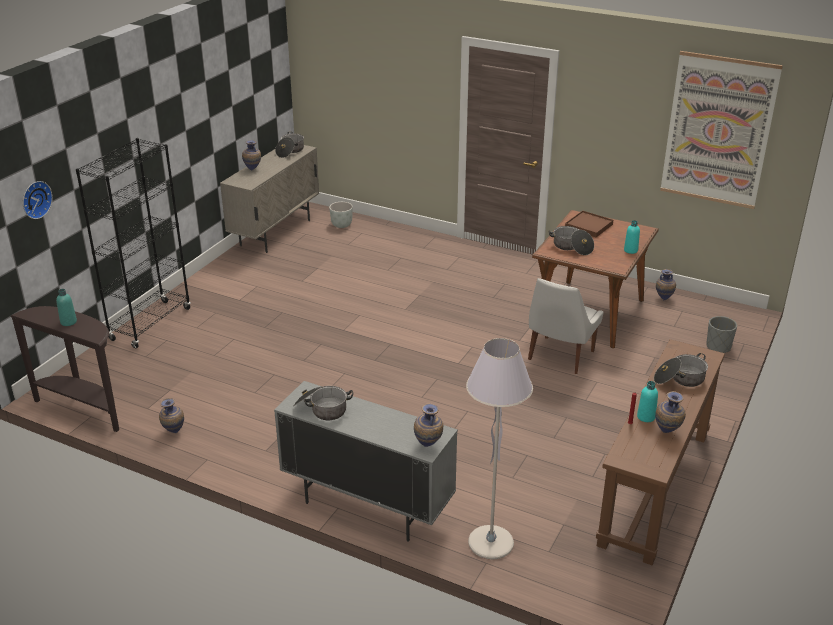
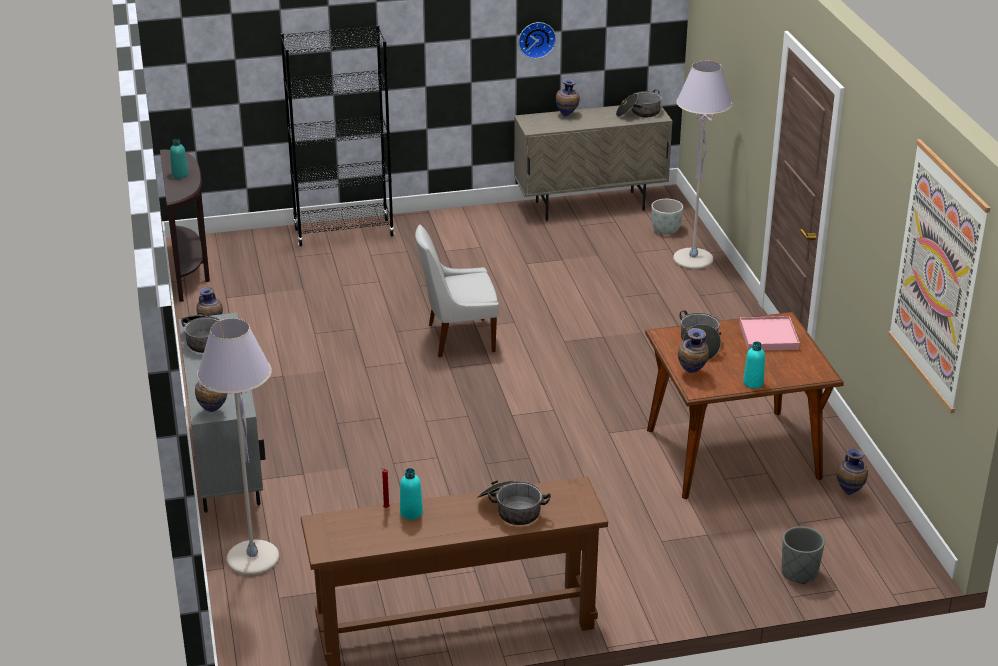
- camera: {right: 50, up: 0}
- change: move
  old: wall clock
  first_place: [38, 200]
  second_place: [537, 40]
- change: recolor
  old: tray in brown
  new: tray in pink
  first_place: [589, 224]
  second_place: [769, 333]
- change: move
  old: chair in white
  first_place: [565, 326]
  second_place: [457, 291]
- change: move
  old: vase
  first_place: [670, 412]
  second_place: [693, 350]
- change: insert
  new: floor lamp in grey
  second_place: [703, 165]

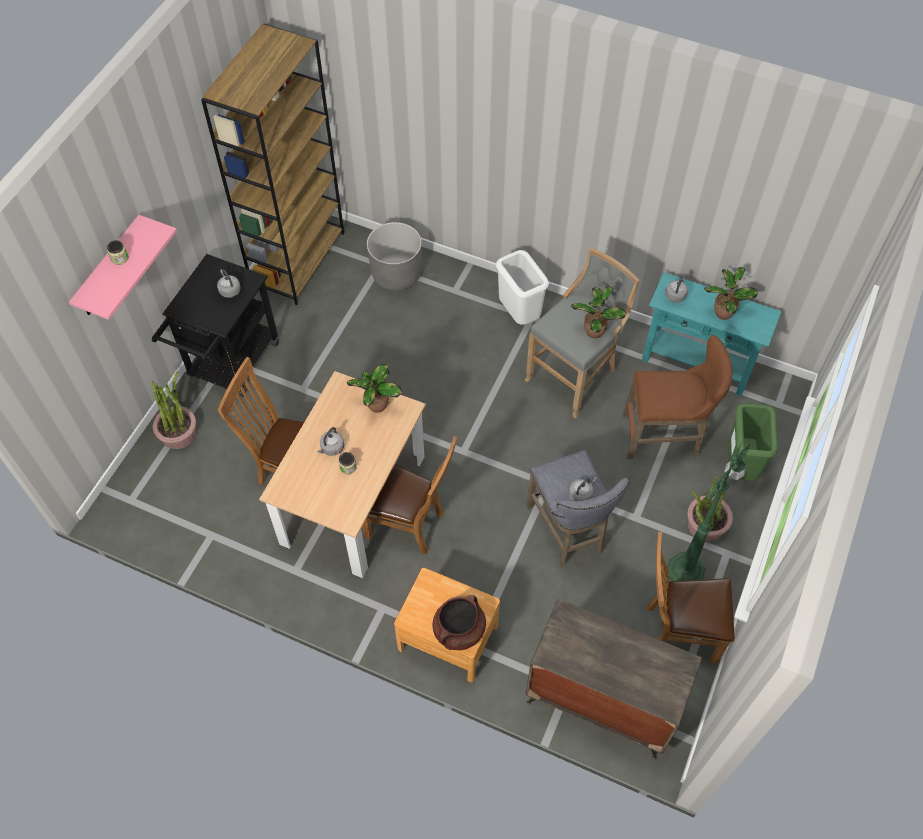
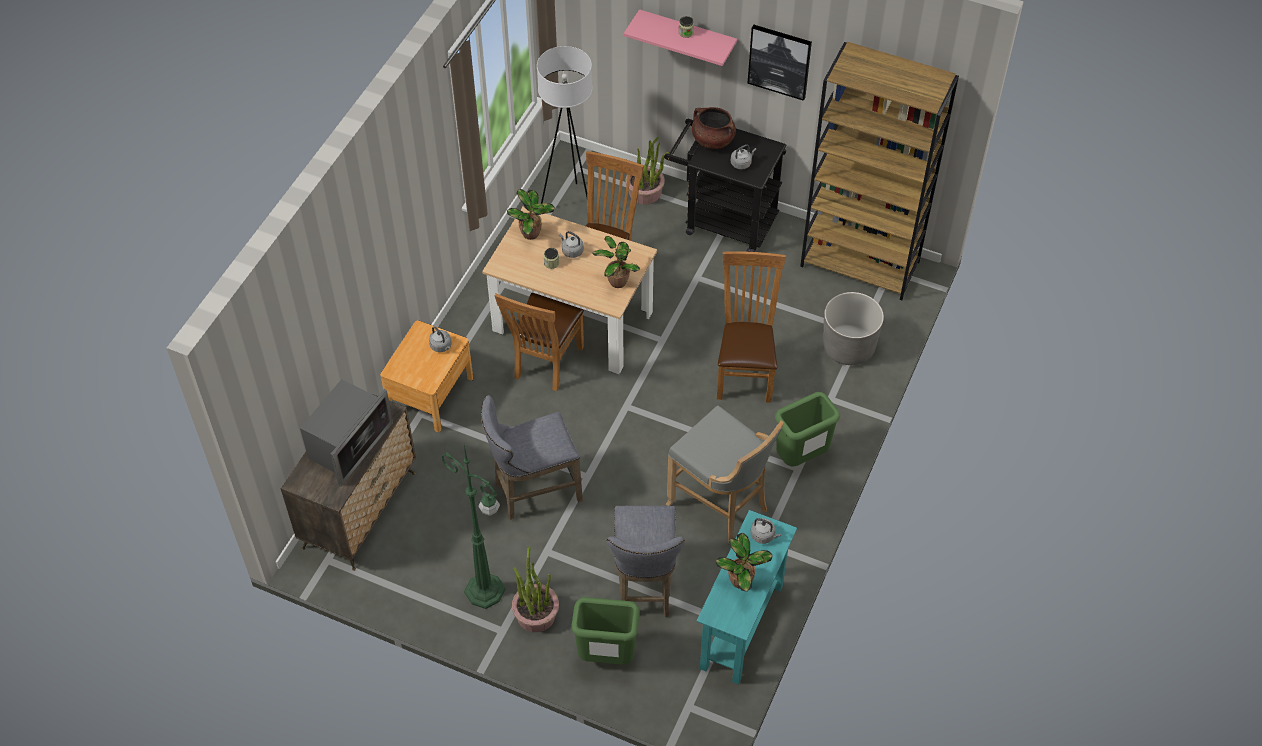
- camera: {right: 90, up: -5}
- change: recolor
  old: trash can in white
  new: trash can in green
  first_place: [522, 287]
  second_place: [807, 429]
- change: move
  old: potted plant
  first_place: [598, 312]
  second_place: [531, 214]
- change: recolor
  old: stool in brown
  new: stool in grey
  first_place: [678, 397]
  second_place: [646, 561]
- change: move
  old: kettle in grey
  first_place: [583, 489]
  second_place: [440, 339]
- change: move
  old: chair in brown
  first_place: [691, 597]
  second_place: [751, 327]
- change: move
  old: cooking pot in brown
  first_place: [459, 622]
  second_place: [714, 128]
- change: insert
  new: picture
  second_place: [779, 63]
- change: insert
  new: floor lamp in white
  second_place: [564, 125]
- change: insert
  new: microwave
  second_place: [346, 433]

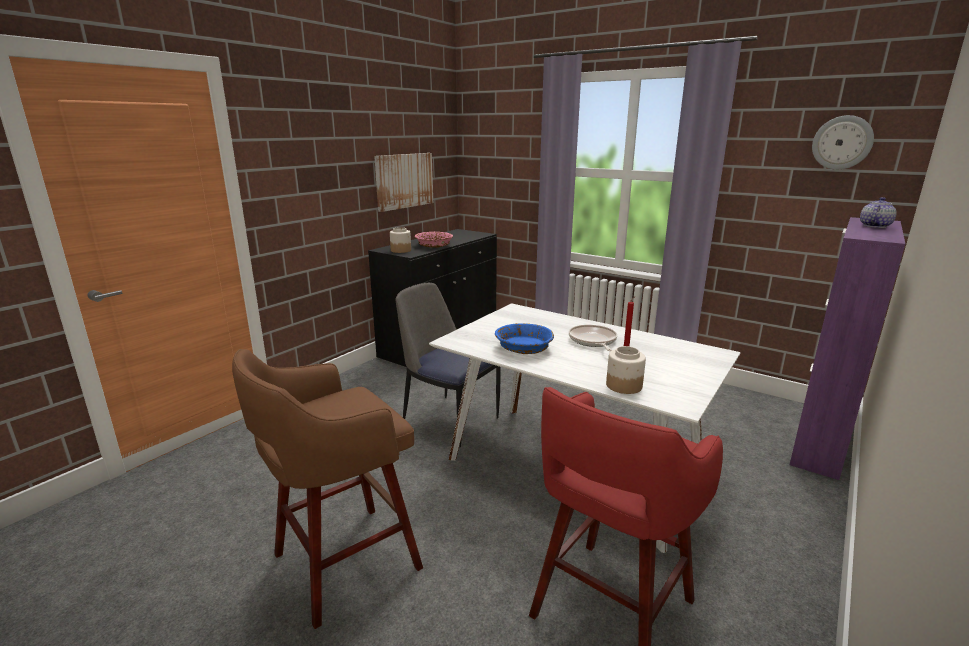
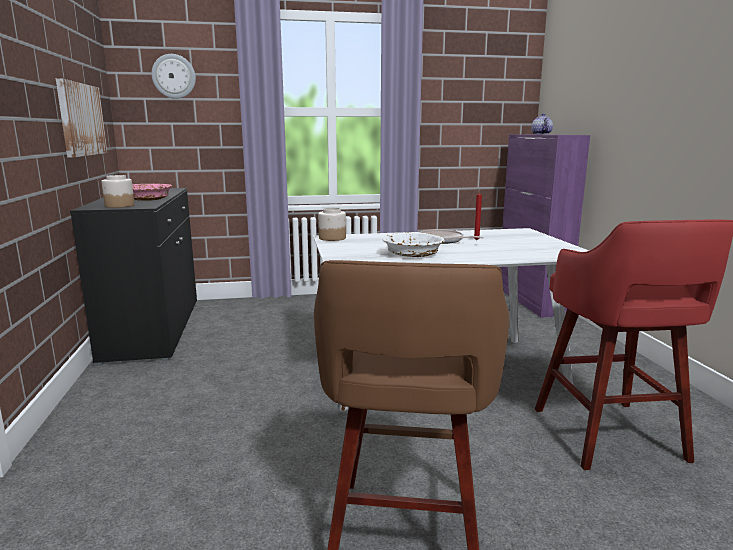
- camera: {right: -45, up: -5}
- change: move
  old: wall clock
  first_place: [843, 142]
  second_place: [173, 76]
- change: delete
  old: chair
  first_place: [448, 365]
- change: recolor
  old: bowl in blue
  new: bowl in white
  first_place: [524, 338]
  second_place: [413, 244]
- change: move
  old: jar
  first_place: [626, 370]
  second_place: [332, 224]

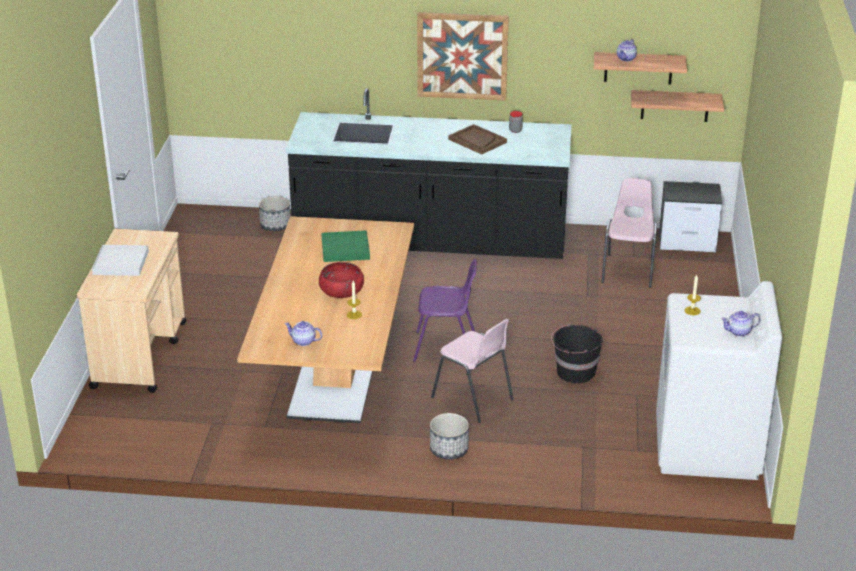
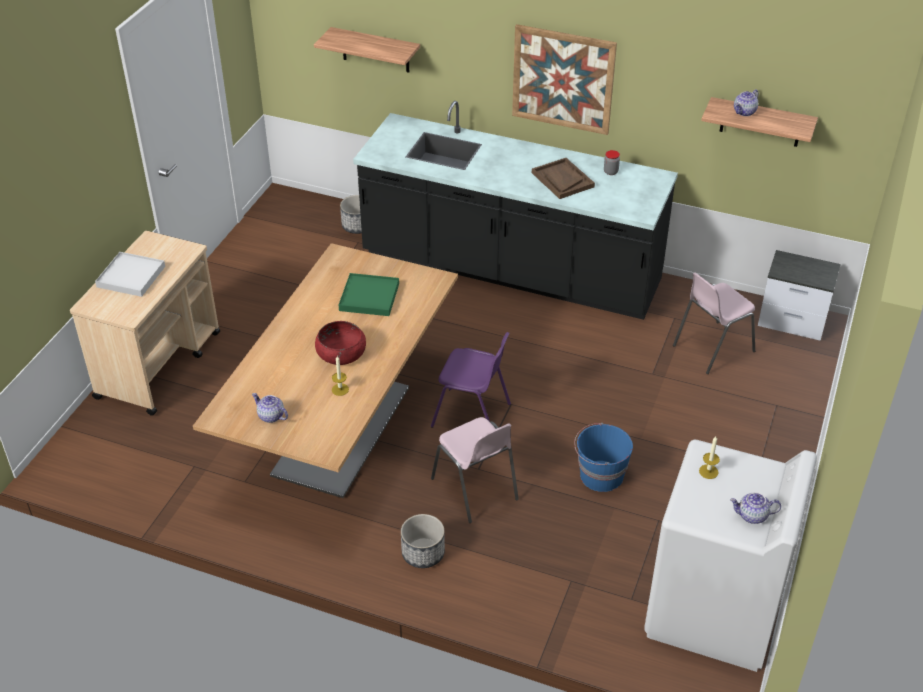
- camera: {right: 15, up: 10}
- change: move
  old: shelf
  first_place: [677, 106]
  second_place: [367, 50]
- change: rotate
  old: chair in pink
  first_place: [629, 233]
  second_place: [714, 323]
  degrees: -150
- change: recolor
  old: bucket in black
  new: bucket in blue
  first_place: [577, 353]
  second_place: [603, 457]

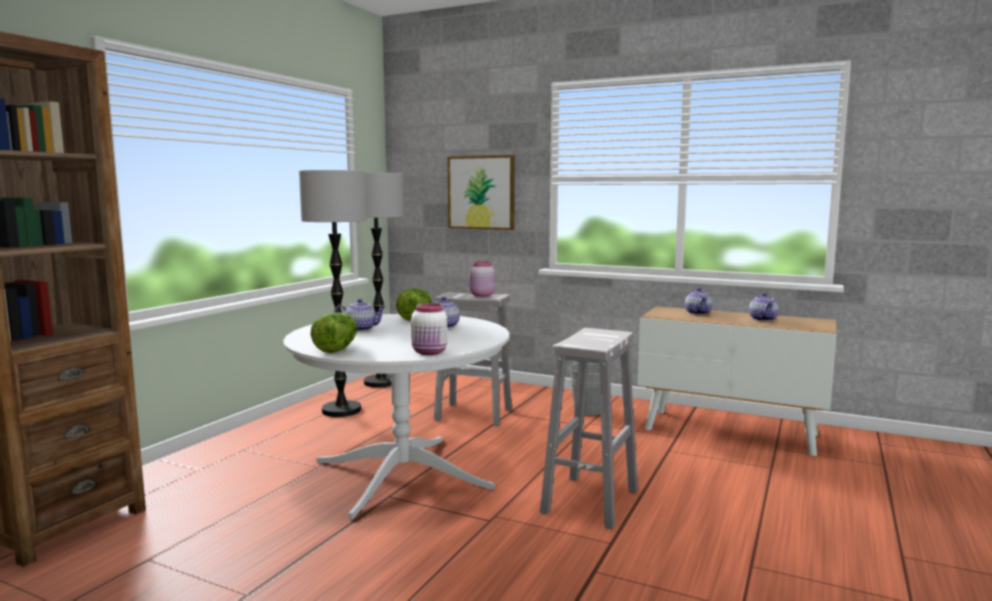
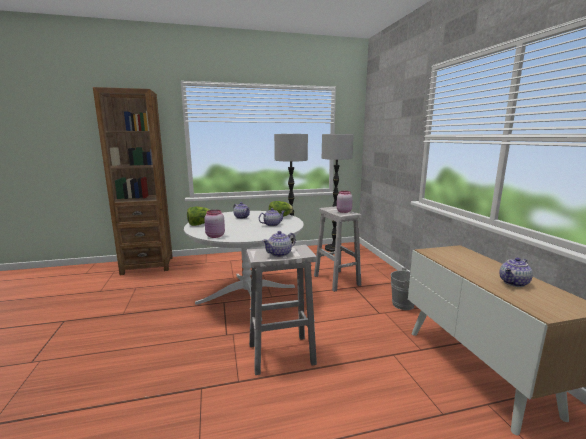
- camera: {right: 50, up: 5}
- change: delete
  old: picture
  first_place: [481, 192]
- change: move
  old: teapot
  first_place: [699, 301]
  second_place: [279, 244]
- change: recolor
  old: jar in white
  new: jar in pink
  first_place: [429, 329]
  second_place: [214, 224]

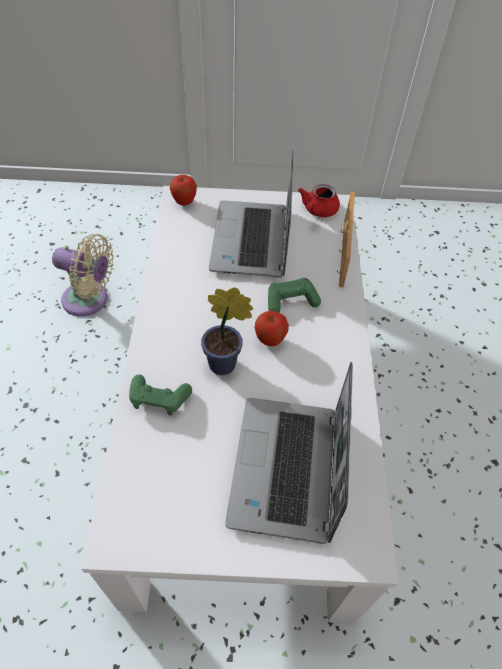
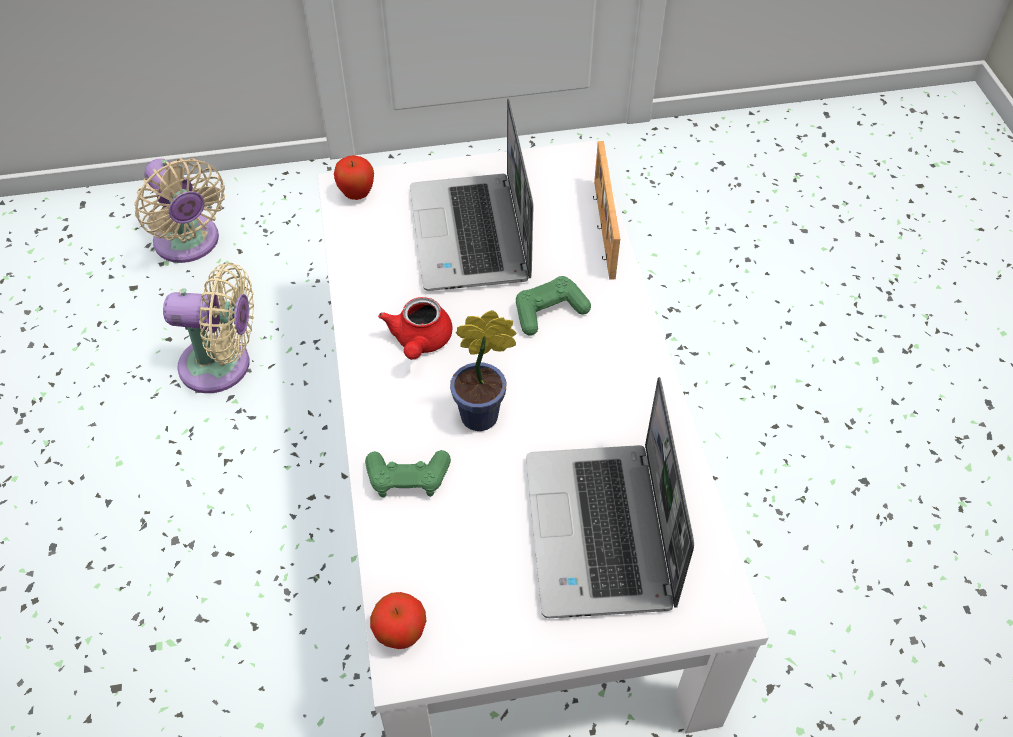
- camera: {right: -10, up: 0}
- change: move
  old: teapot in red
  first_place: [319, 200]
  second_place: [415, 328]
- change: move
  old: apple
  first_place: [271, 328]
  second_place: [398, 620]
- change: insert
  new: fan in beige
  second_place: [180, 210]

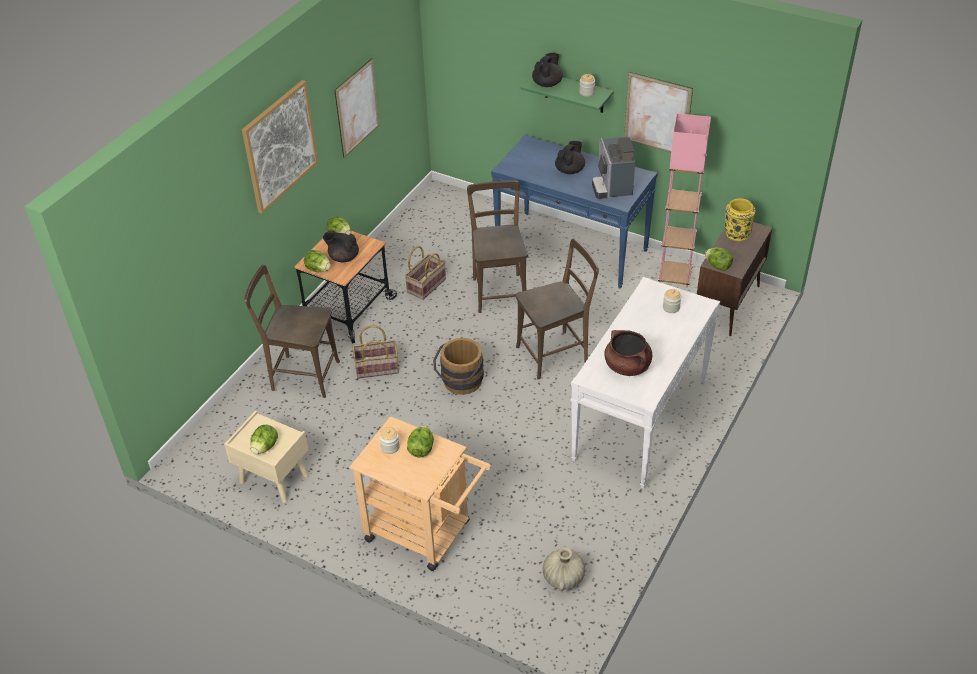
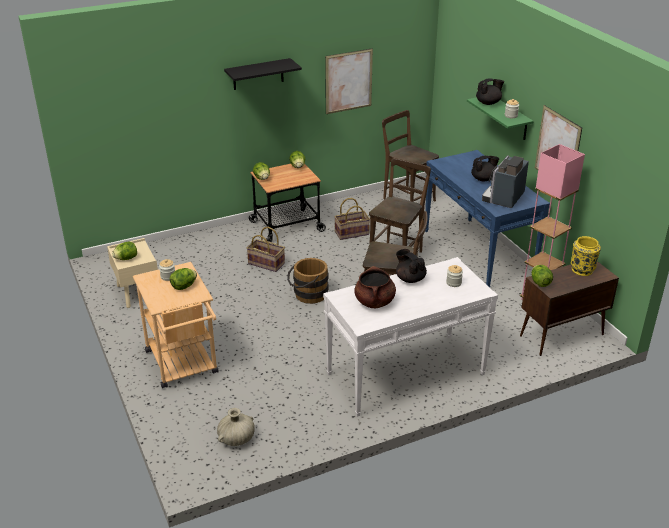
- camera: {right: 35, up: -10}
- change: replace
  old: picture
  new: shelf in black
  first_place: [280, 147]
  second_place: [263, 74]
- change: move
  old: teapot in black
  first_place: [341, 246]
  second_place: [411, 266]
- change: move
  old: chair in brown
  first_place: [292, 331]
  second_place: [410, 156]

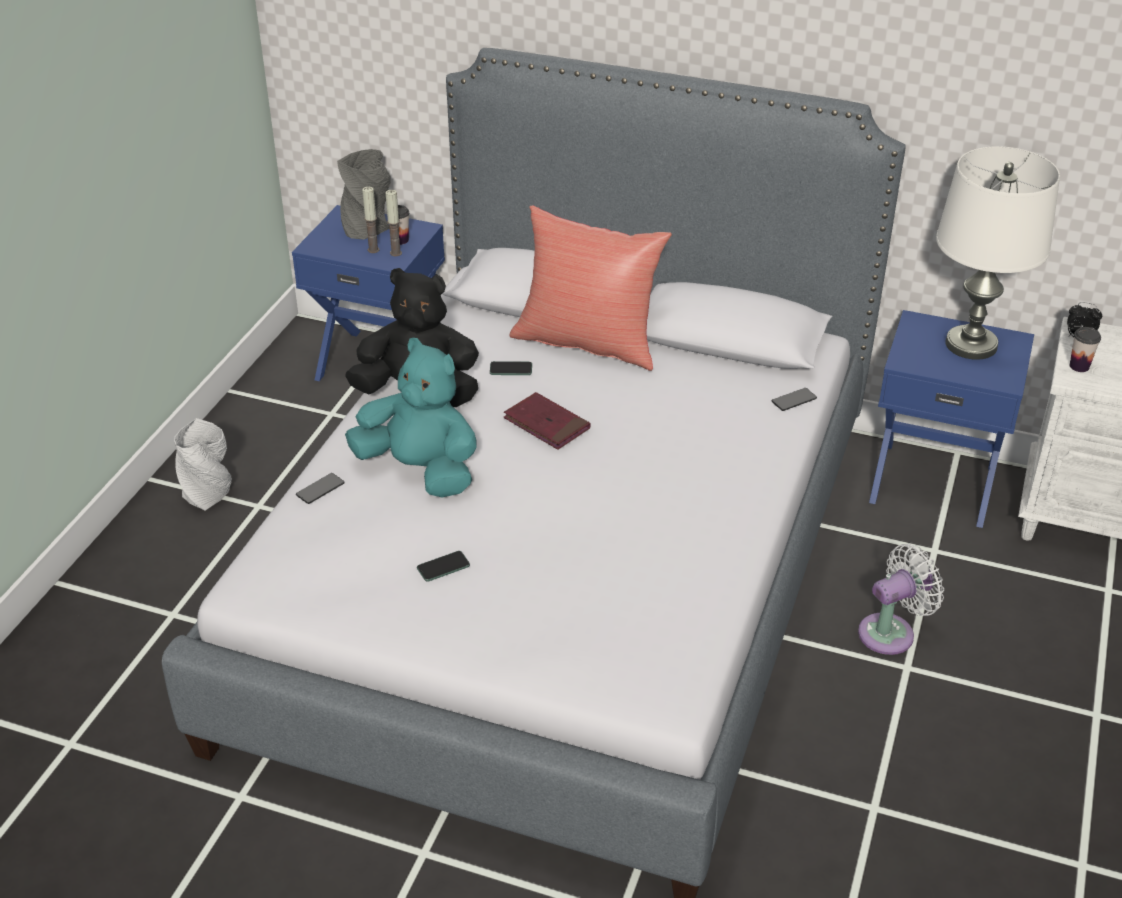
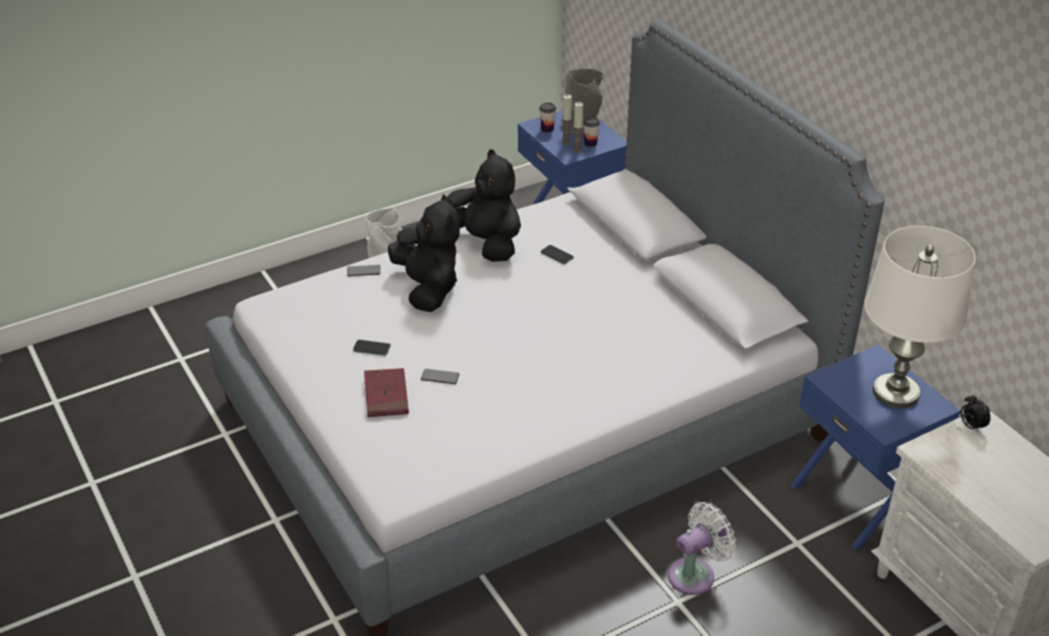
- camera: {right: 40, up: 0}
- change: delete
  old: pillow in red
  first_place: [590, 288]
- change: move
  old: cup
  first_place: [1085, 349]
  second_place: [547, 117]
- change: recolor
  old: plush toy in turquoise
  new: plush toy in black
  first_place: [411, 417]
  second_place: [424, 253]
- change: move
  old: phone
  first_place: [794, 399]
  second_place: [440, 376]
- change: move
  old: book in red
  first_place: [547, 421]
  second_place: [386, 392]
- change: rotate
  old: fan in white
  first_place: [901, 599]
  second_place: [702, 548]
  degrees: -45

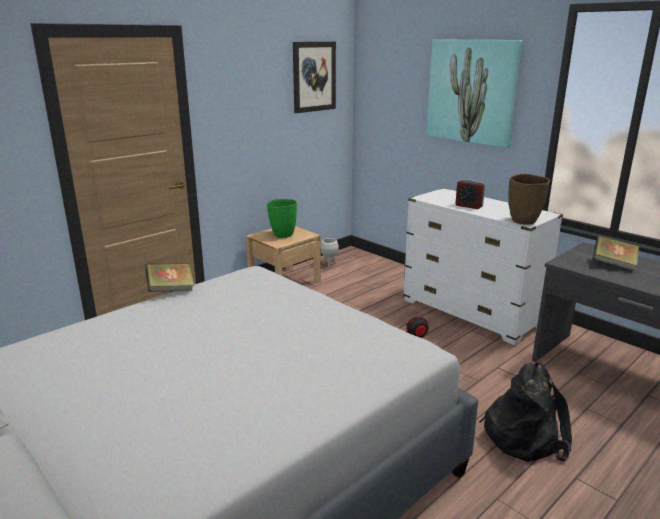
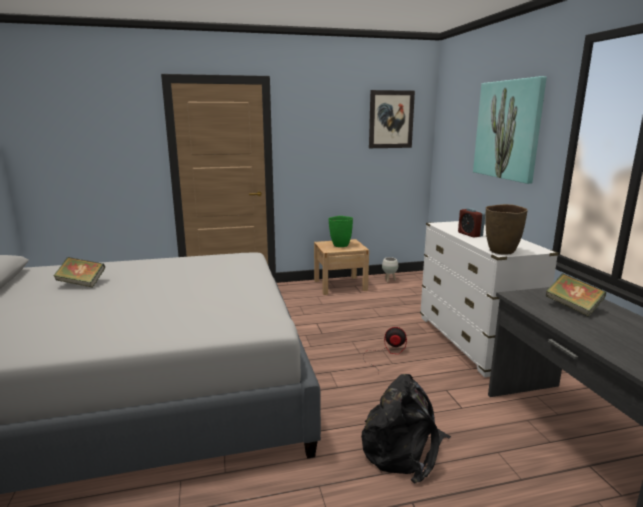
- camera: {right: 30, up: -5}
- change: move
  old: book
  first_place: [169, 277]
  second_place: [79, 272]

